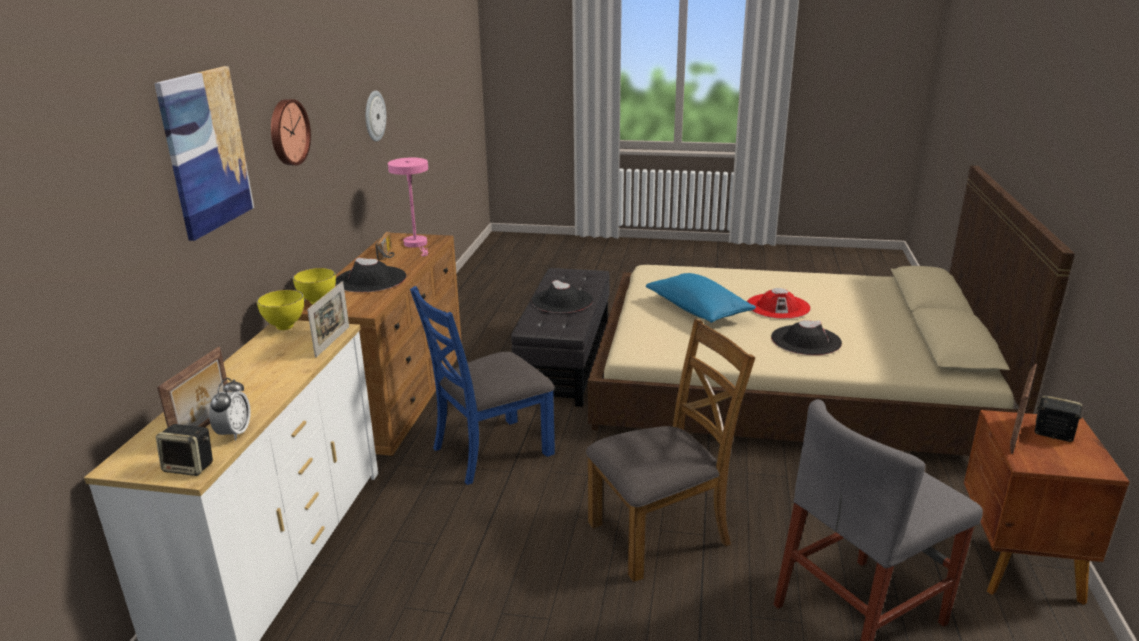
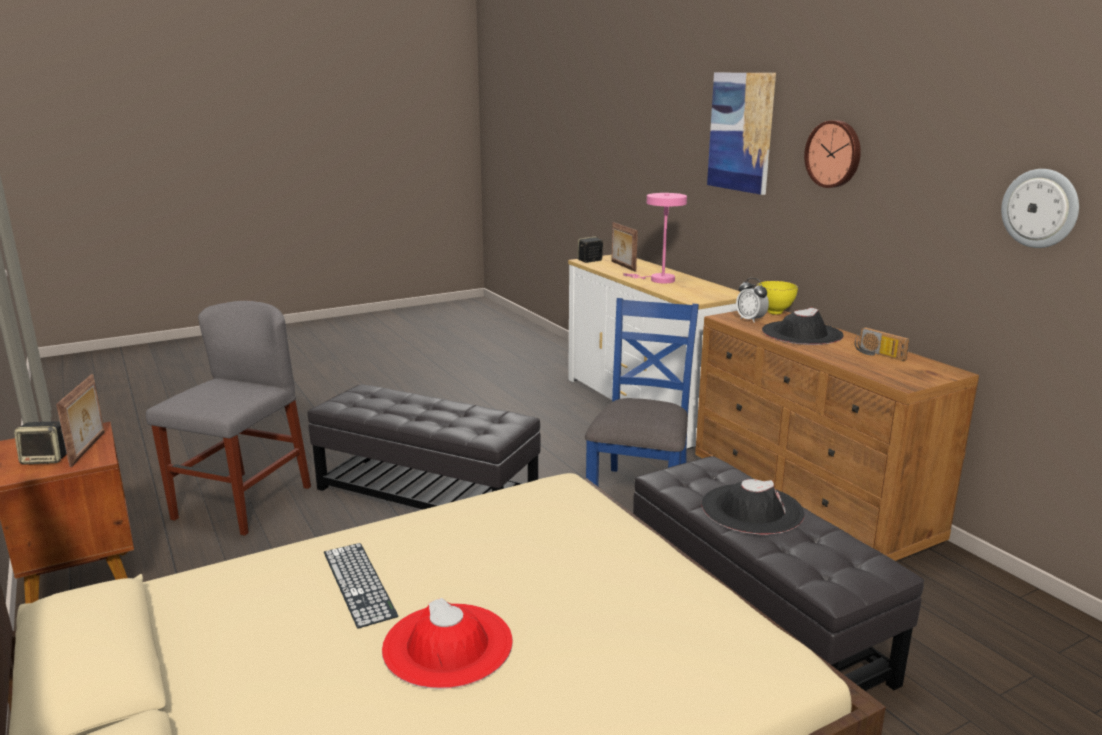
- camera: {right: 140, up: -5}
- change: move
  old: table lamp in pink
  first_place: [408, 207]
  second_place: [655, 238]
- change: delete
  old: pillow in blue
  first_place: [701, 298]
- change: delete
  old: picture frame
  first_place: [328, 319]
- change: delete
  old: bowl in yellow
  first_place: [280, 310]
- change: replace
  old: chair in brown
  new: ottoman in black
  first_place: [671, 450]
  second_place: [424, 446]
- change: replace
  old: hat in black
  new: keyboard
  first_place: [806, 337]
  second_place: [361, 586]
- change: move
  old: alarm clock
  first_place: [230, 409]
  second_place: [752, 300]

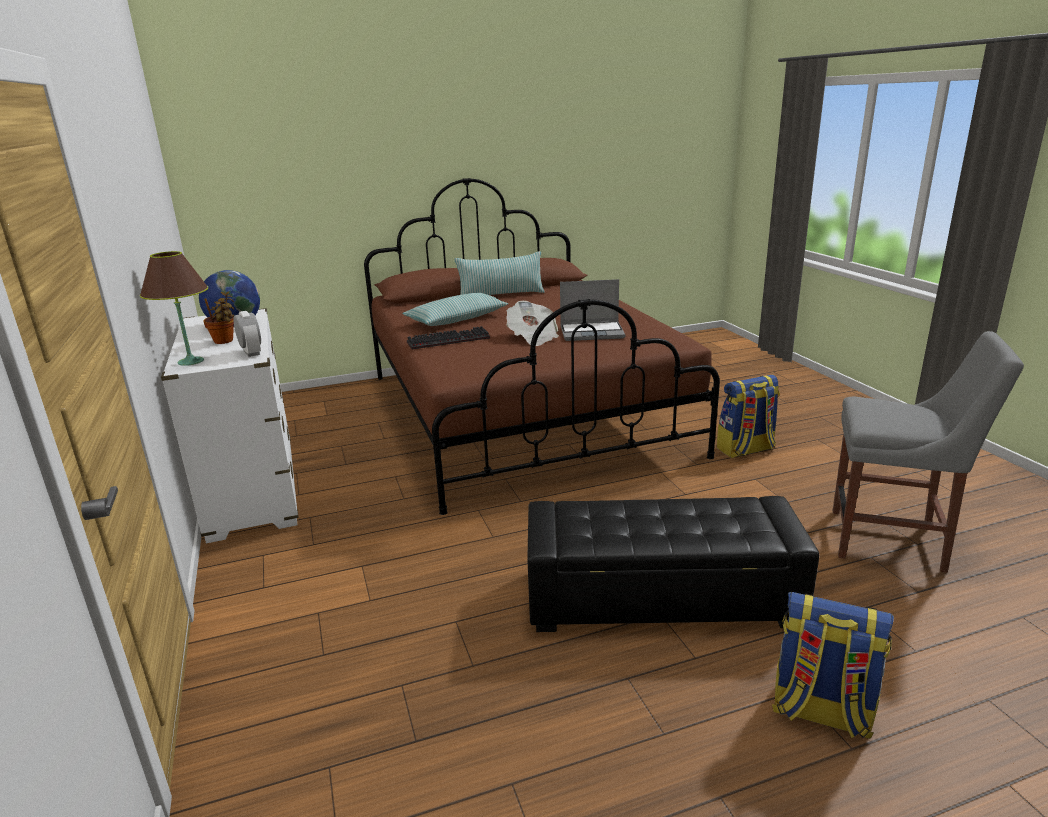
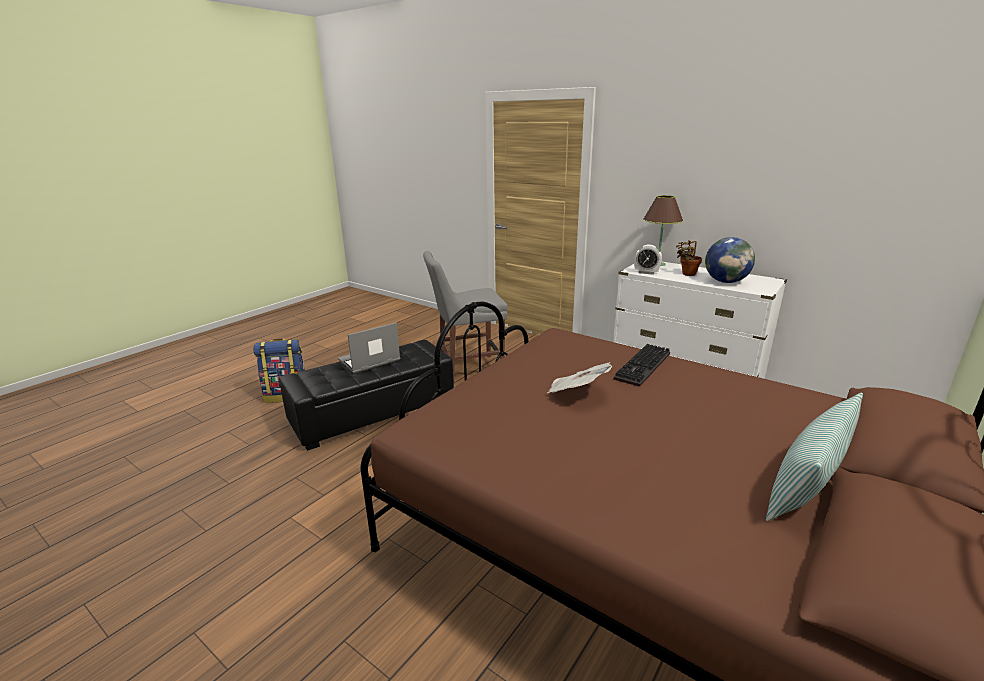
- camera: {right: 145, up: 0}
- change: move
  old: laptop
  first_place: [592, 310]
  second_place: [369, 347]
- change: delete
  old: pillow
  first_place: [455, 309]
- change: move
  old: chair in grey
  first_place: [928, 452]
  second_place: [465, 316]
- change: delete
  old: backpack
  first_place: [748, 416]

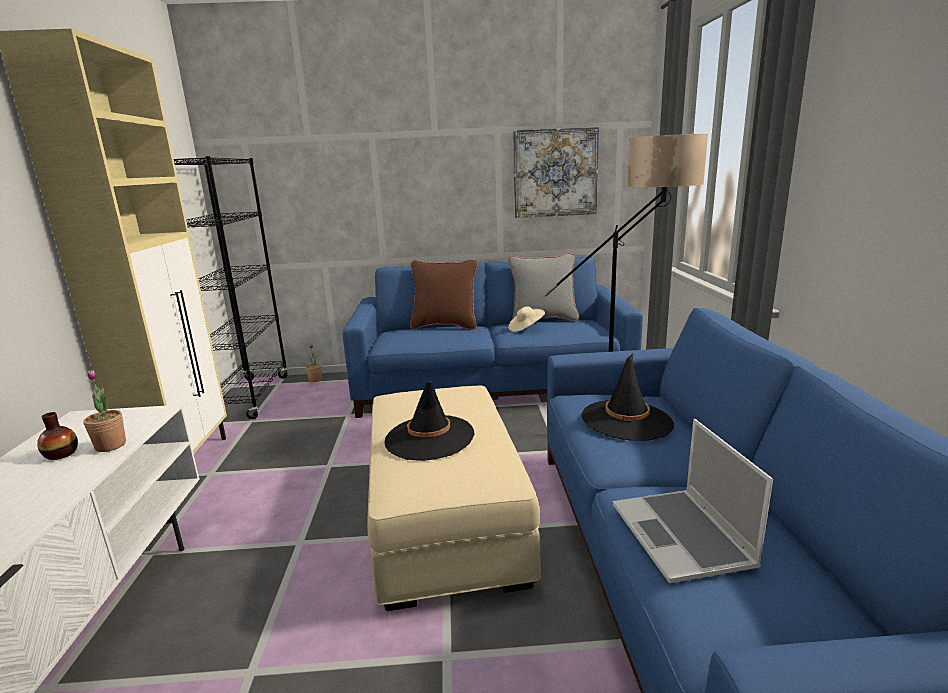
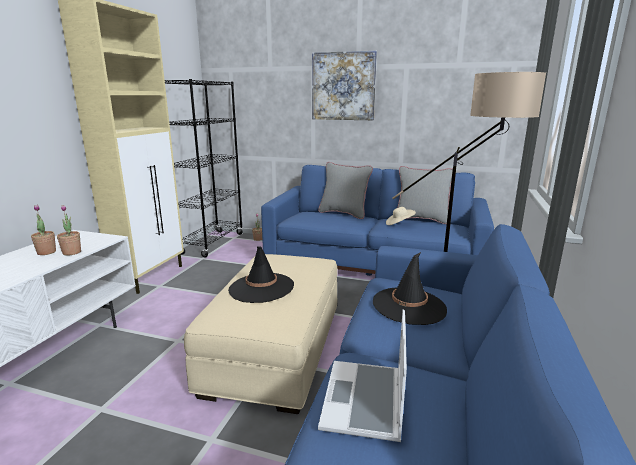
- camera: {right: 20, up: 0}
- change: move
  old: picture
  first_place: [556, 172]
  second_place: [344, 85]
- change: recolor
  old: pillow in brown
  new: pillow in grey
  first_place: [444, 294]
  second_place: [345, 190]
- change: replace
  old: vase
  new: potted plant
  first_place: [57, 436]
  second_place: [43, 230]

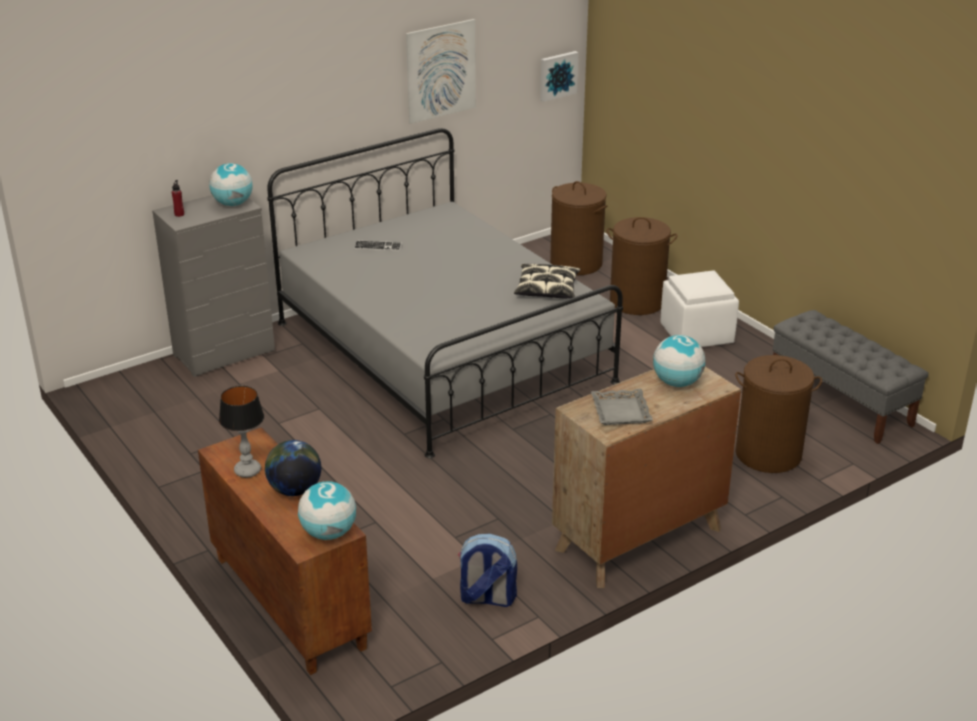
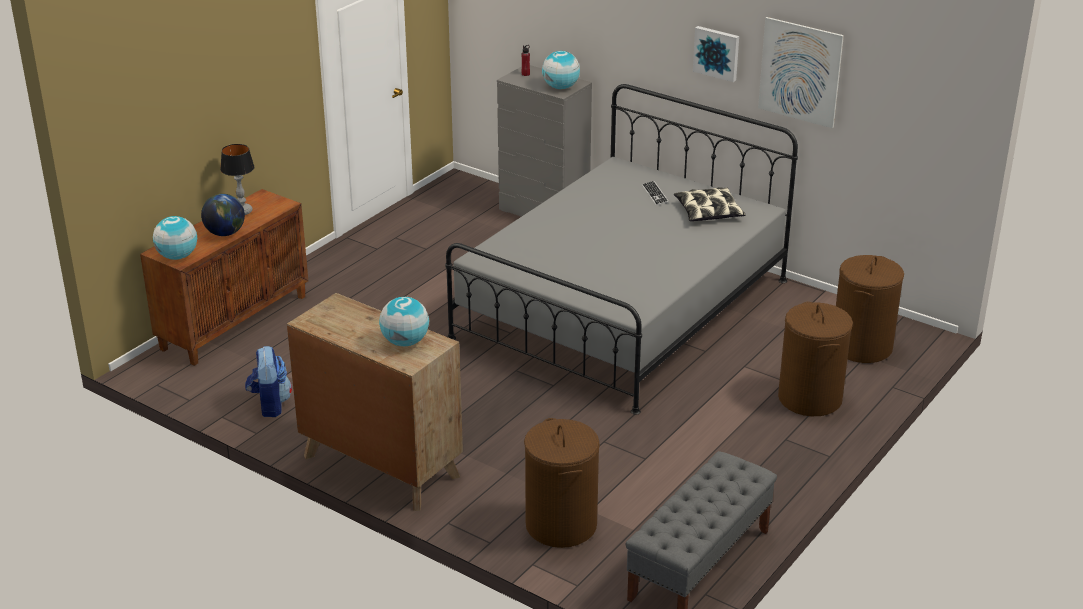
- camera: {right: 70, up: 0}
- change: move
  old: picture
  first_place: [559, 76]
  second_place: [716, 54]
- change: move
  old: pillow
  first_place: [547, 281]
  second_place: [709, 204]
- change: delete
  old: ottoman in white
  first_place: [700, 309]
- change: delete
  old: tray in grey
  first_place: [622, 407]

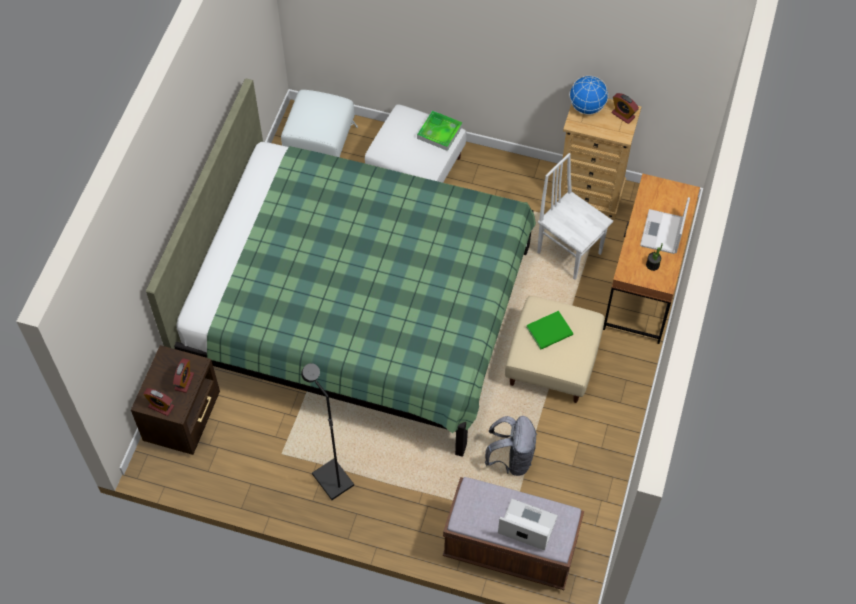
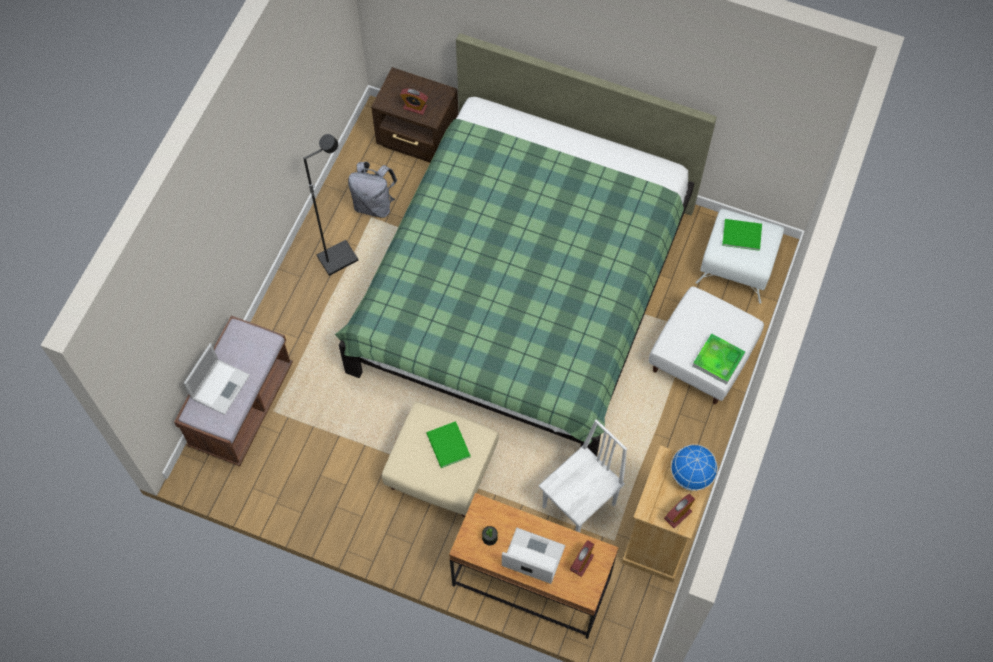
- camera: {right: 95, up: 5}
- change: move
  old: alarm clock
  first_place: [158, 402]
  second_place: [582, 558]
- change: move
  old: backpack in grey
  first_place: [510, 446]
  second_place: [372, 189]
- change: insert
  new: book in green
  second_place: [742, 235]

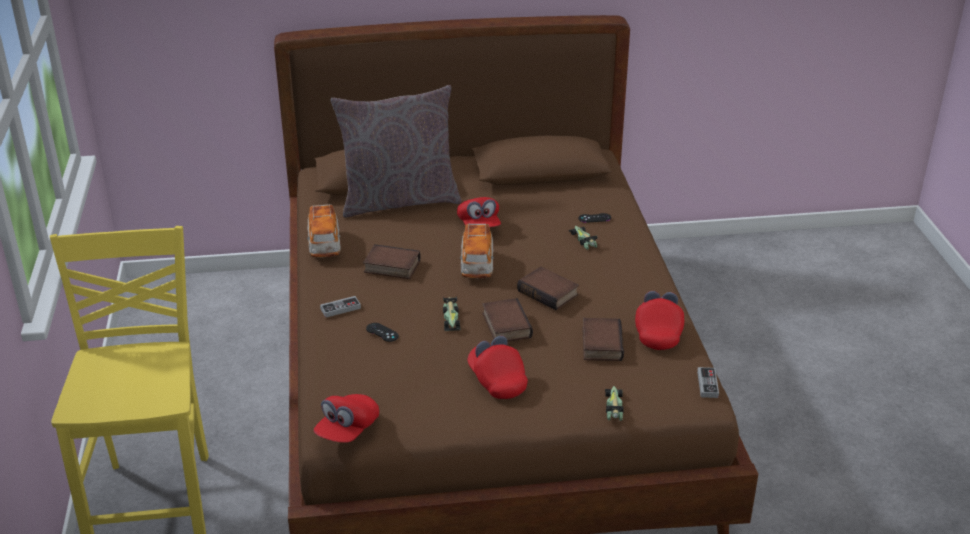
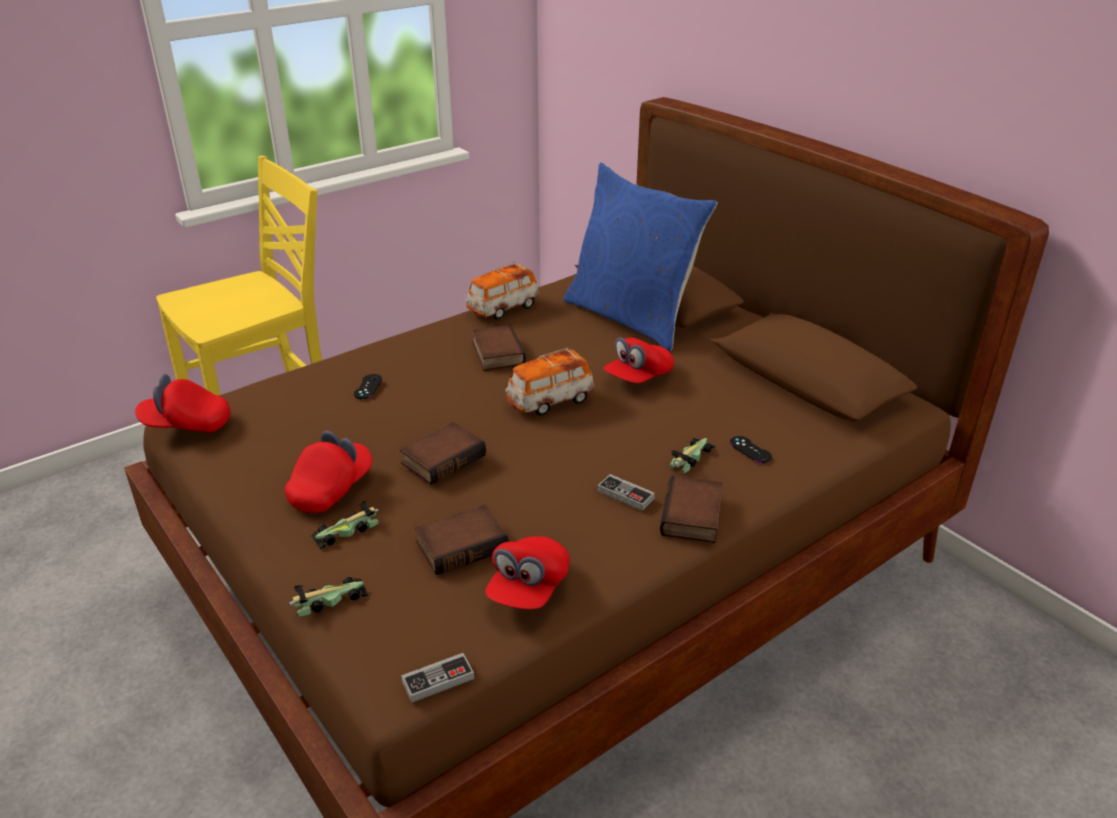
- camera: {right: 60, up: 0}
- change: recolor
  old: pillow in grey
  new: pillow in blue
  first_place: [395, 151]
  second_place: [640, 257]
- change: move
  old: book
  first_place: [548, 288]
  second_place: [691, 509]
- change: rotate
  old: cap in red
  first_place: [659, 320]
  second_place: [527, 572]
  degrees: 135
- change: move
  old: game controller
  first_place: [340, 307]
  second_place: [626, 492]
- change: move
  old: toy car
  first_place: [452, 313]
  second_place: [345, 524]

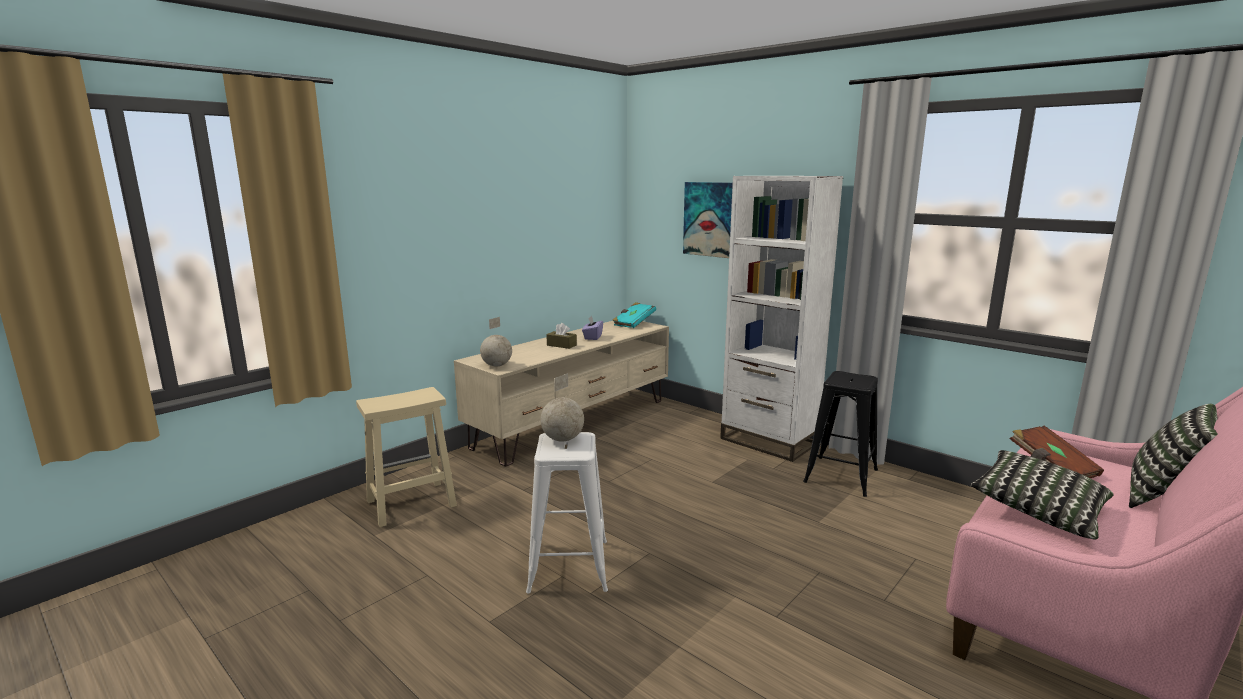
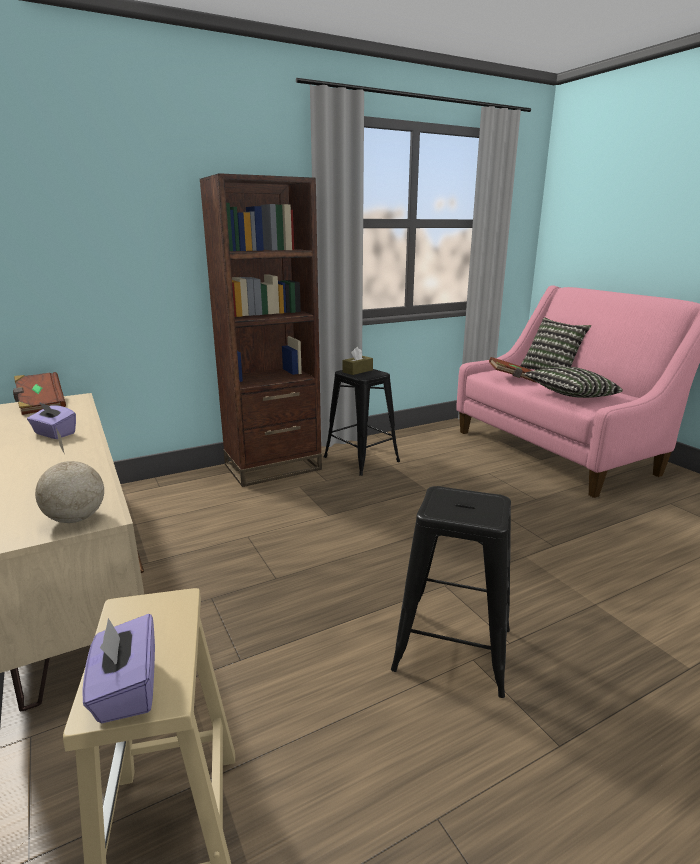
- camera: {right: -70, up: 5}
- change: recolor
  old: bookcase in white
  new: bookcase in brown
  first_place: [781, 319]
  second_place: [261, 330]
- change: delete
  old: picture
  first_place: [708, 220]
- change: recolor
  old: book in turquoise
  new: book in brown
  first_place: [634, 315]
  second_place: [39, 393]
- change: move
  old: tissue box in brown
  first_place: [561, 336]
  second_place: [357, 361]
- change: delete
  old: globe
  first_place: [562, 407]
- change: recolor
  old: stool in white
  new: stool in black
  first_place: [567, 513]
  second_place: [451, 592]
- change: insert
  new: tissue box in purple
  second_place: [118, 668]

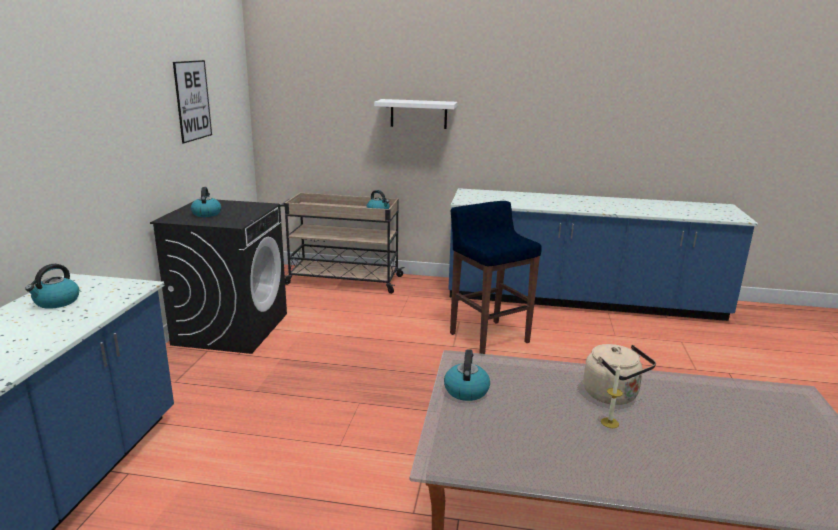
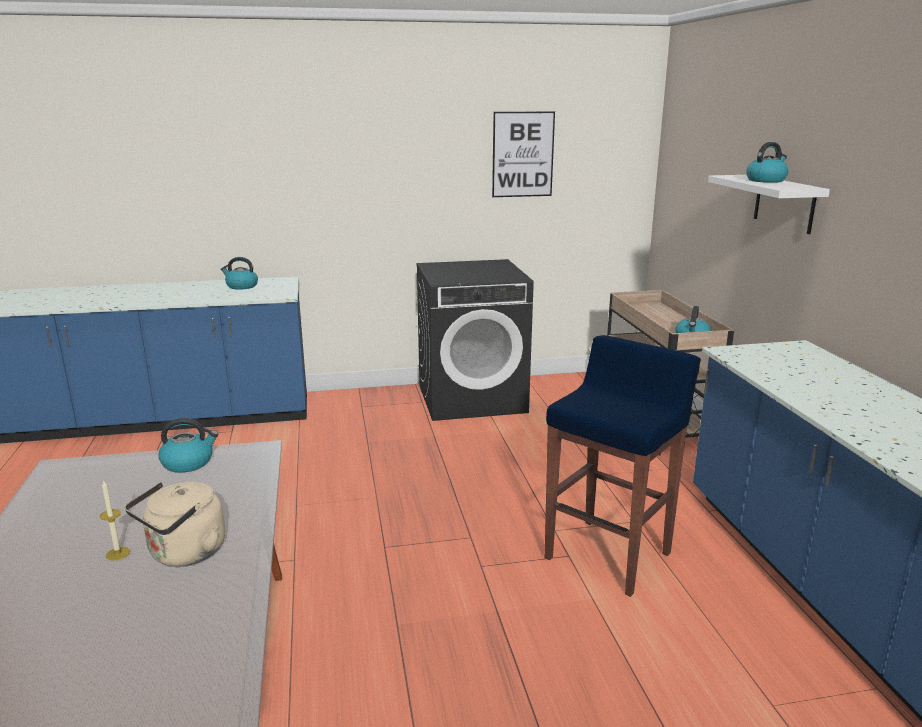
- camera: {right: 70, up: 0}
- change: move
  old: kettle
  first_place: [206, 202]
  second_place: [767, 162]

